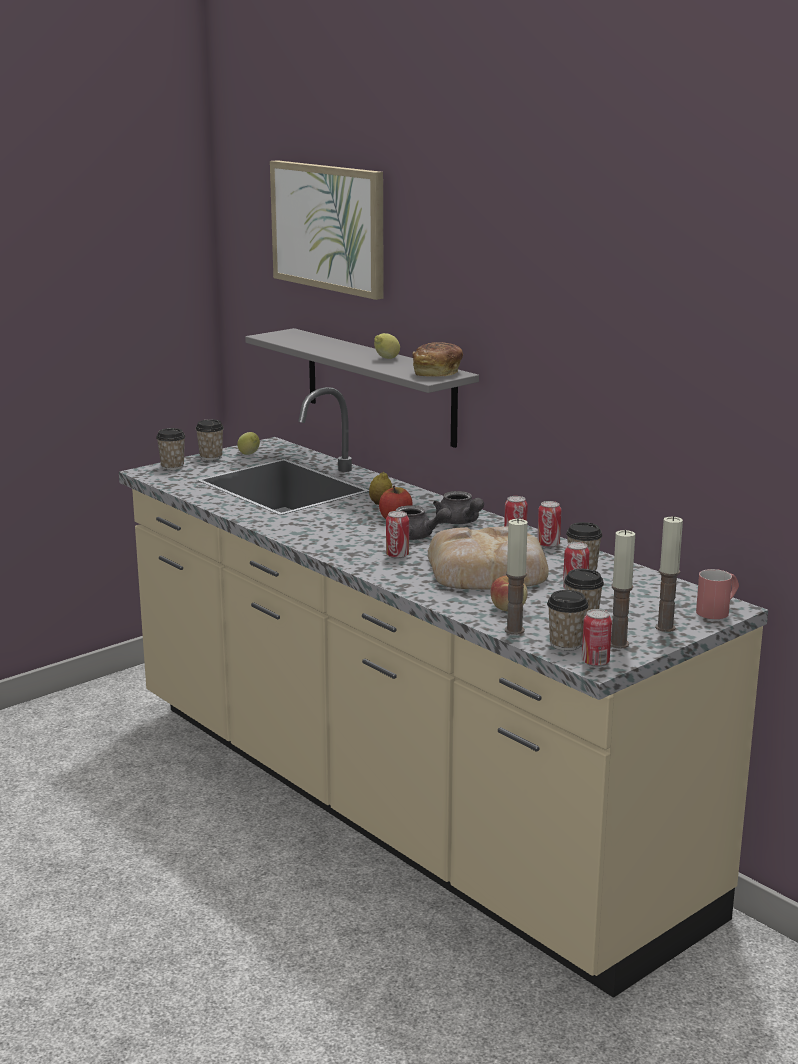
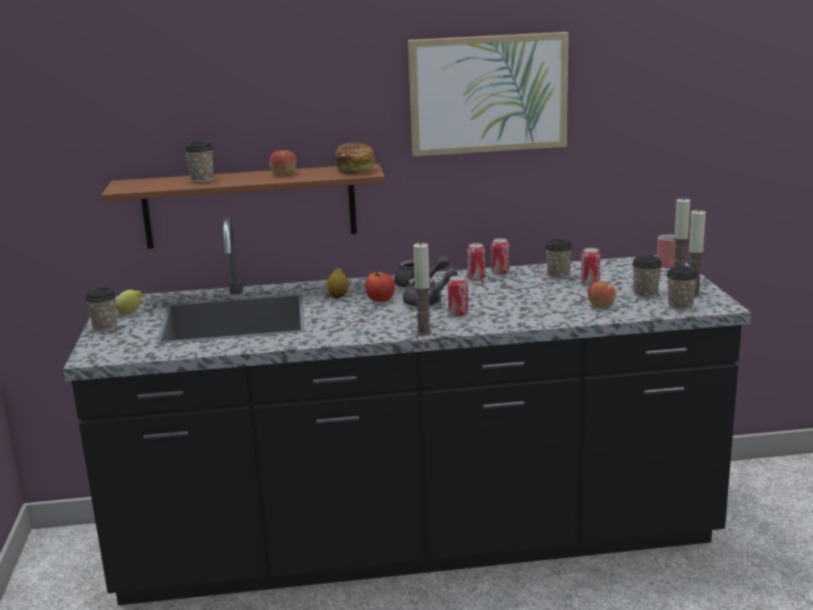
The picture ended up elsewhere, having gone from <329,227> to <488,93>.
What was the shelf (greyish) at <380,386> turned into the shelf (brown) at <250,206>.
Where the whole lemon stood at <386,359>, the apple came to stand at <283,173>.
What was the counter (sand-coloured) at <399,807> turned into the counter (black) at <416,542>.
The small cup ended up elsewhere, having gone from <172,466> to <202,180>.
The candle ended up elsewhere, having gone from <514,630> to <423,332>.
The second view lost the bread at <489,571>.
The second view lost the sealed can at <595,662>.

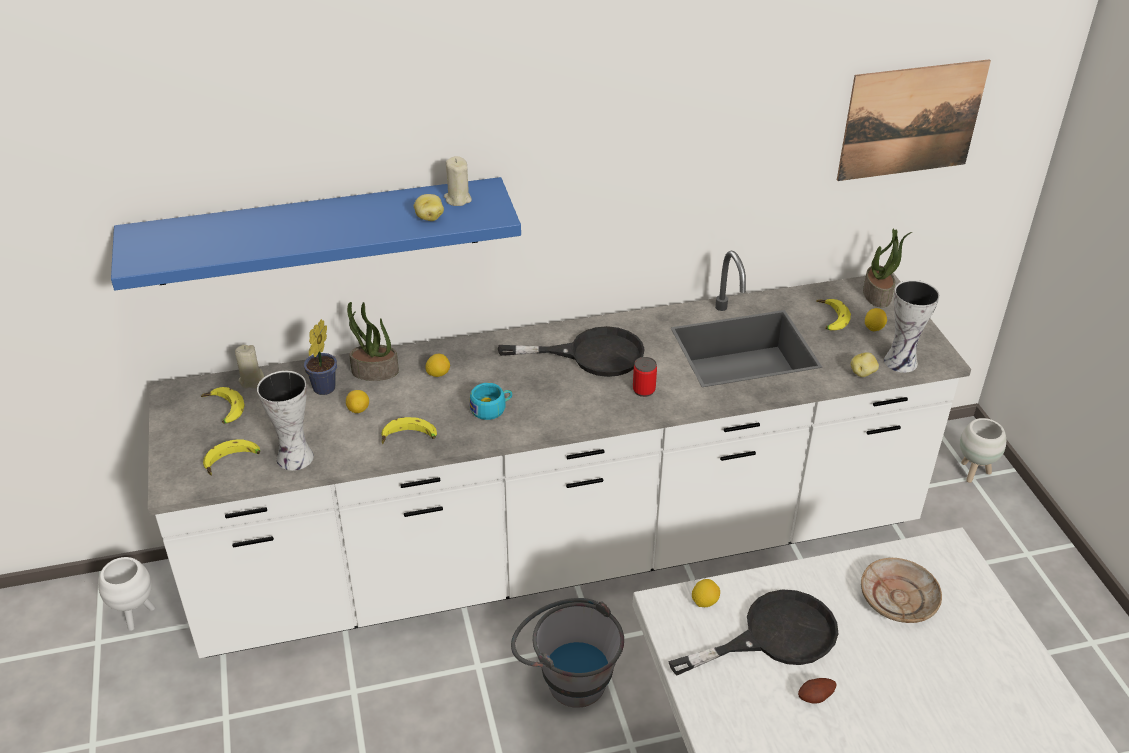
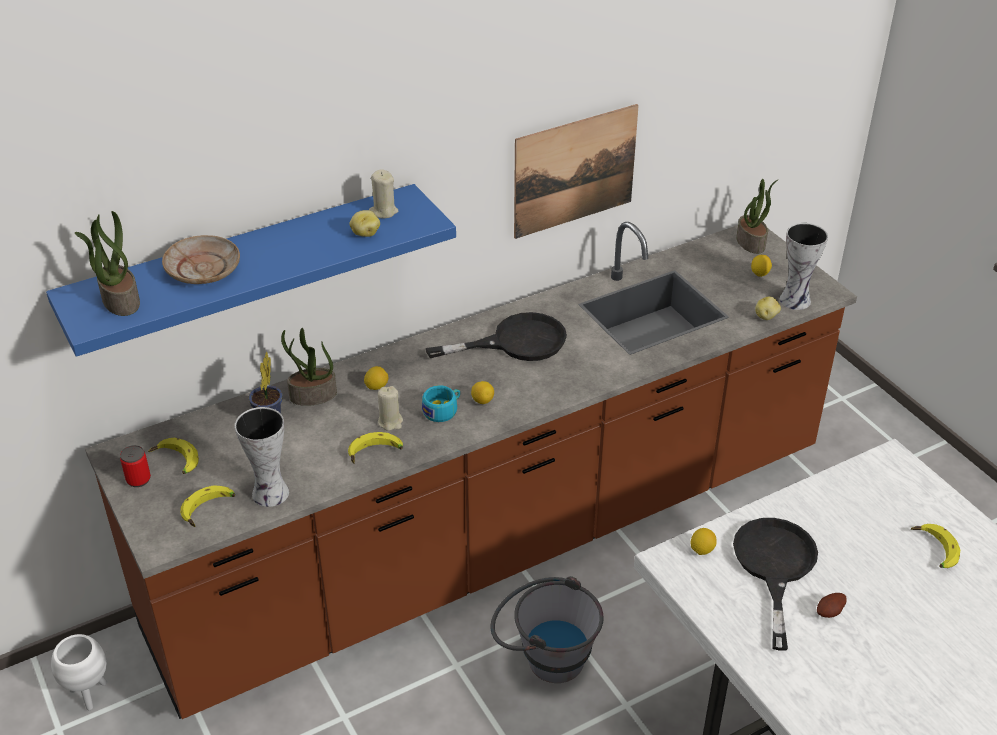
The picture ended up elsewhere, having gone from <911,120> to <575,171>.
What was the counter (white-coloured) at <563,552> turned into the counter (brown) at <498,541>.
The banana ended up elsewhere, having gone from <829,319> to <933,550>.
The candle (sand-coloured) ended up elsewhere, having gone from <251,380> to <390,422>.
The sealed can ended up elsewhere, having gone from <643,390> to <138,479>.
The whole lemon ended up elsewhere, having gone from <358,410> to <482,401>.
The second view lost the flower pot (white-coloured) at <973,472>.
The dinner plate (sand-coloured) ended up elsewhere, having gone from <898,598> to <203,269>.
The skillet (black) at <774,636> ended up facing another way, 45 degrees counterclockwise from before.
The second view gained the plant in a pot at <120,301>.

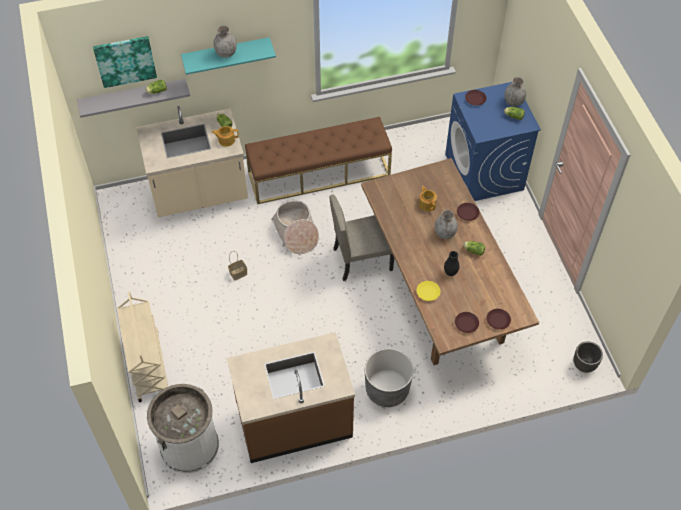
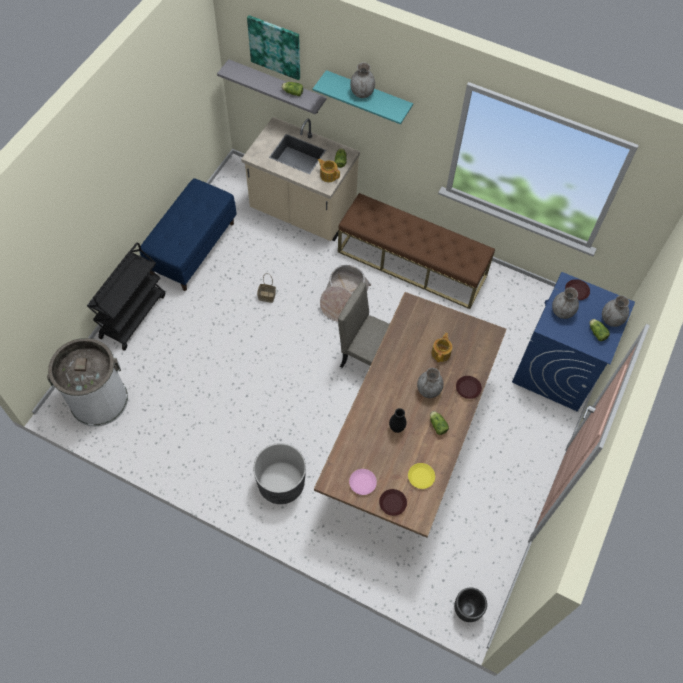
The dinner plate (yellow) ended up elsewhere, having gone from <428,292> to <421,477>.
What was the trolley (sand-coloured) at <148,365> turned into the trolley (black) at <133,315>.
What was the dinner plate (brown) at <466,324> turned into the dinner plate (pink) at <362,483>.
The second view lost the counter (brown) at <294,420>.
The second view gained the bench (blue) at <193,248>.
The second view gained the vase (greyish) at <562,312>.

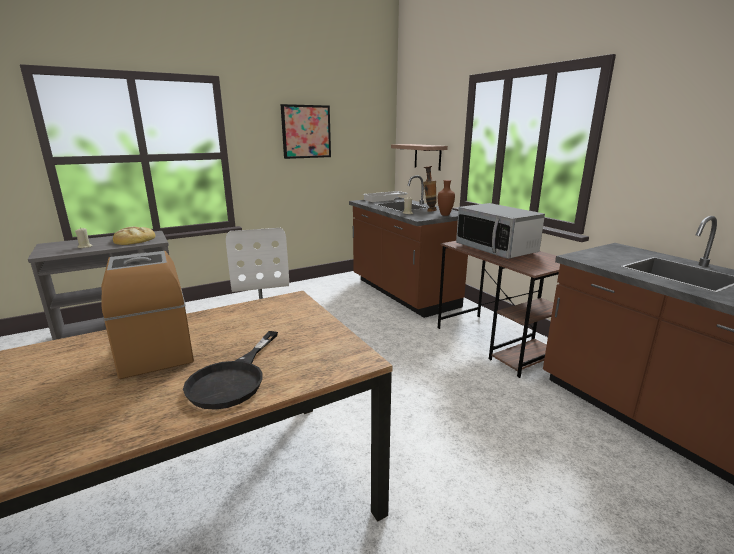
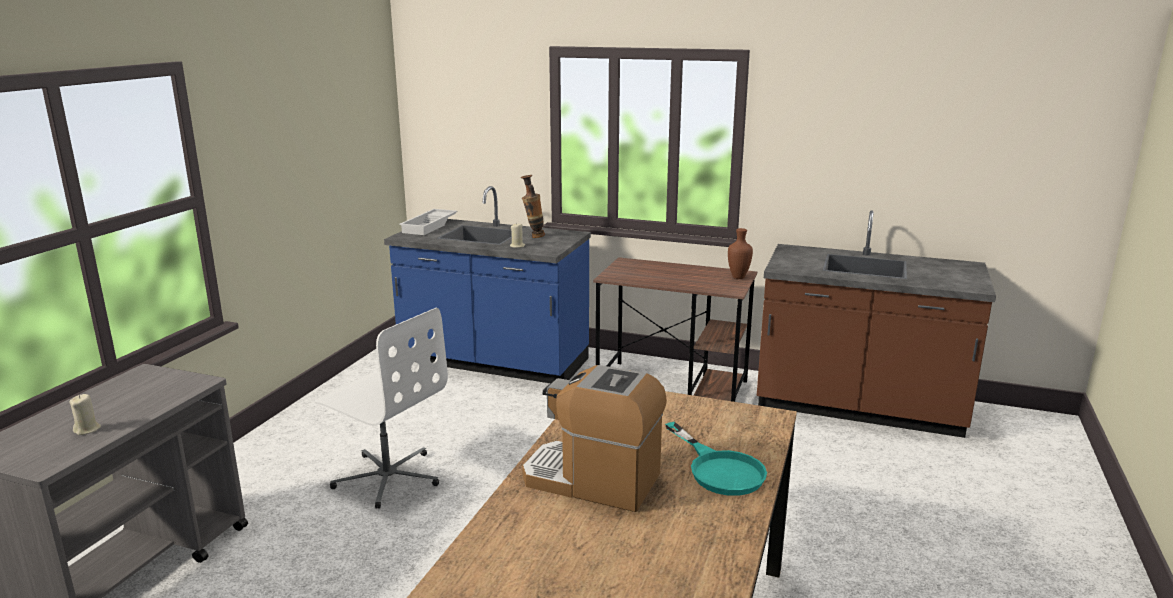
The second view lost the picture at <306,131>.
The second view lost the shelf at <427,157>.
What was the counter (brown) at <402,293> turned into the counter (blue) at <494,362>.
The vase (brown) ended up elsewhere, having gone from <444,215> to <737,277>.
The second view lost the microwave oven at <496,249>.
The second view lost the bread at <134,239>.
What was the skillet (black) at <233,379> turned into the skillet (turquoise) at <719,469>.

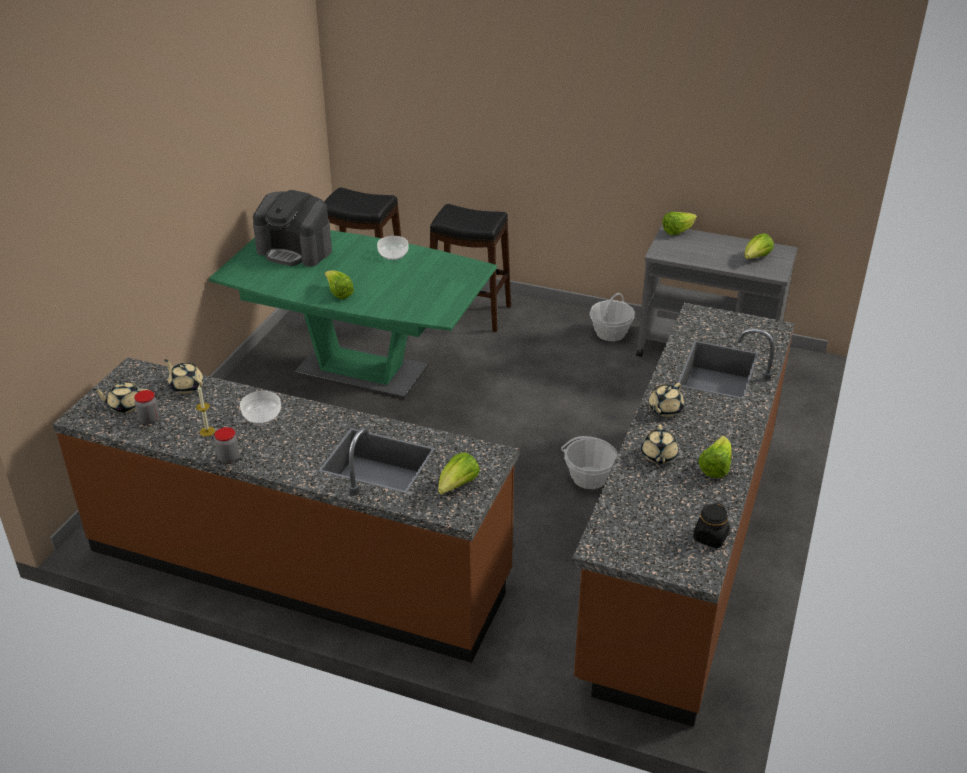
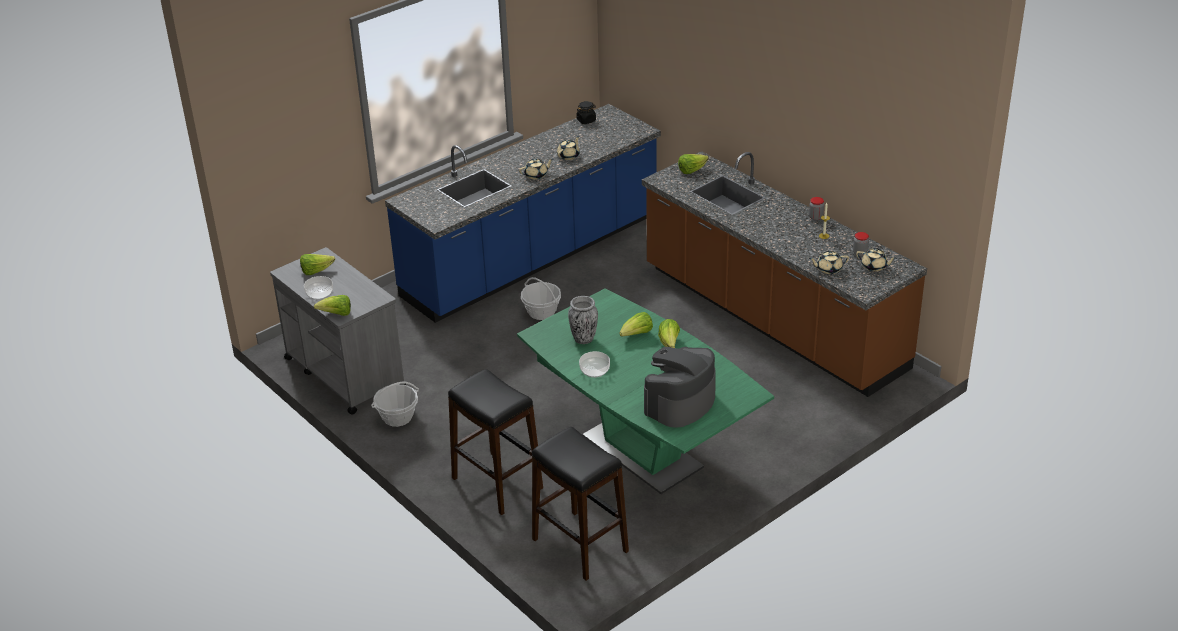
The coffee maker at <295,251> ended up facing another way, 105 degrees counterclockwise from before.
What was the counter (brown) at <680,551> turned into the counter (blue) at <532,258>.
The tea pot (sand-coloured) at <186,386> ended up facing another way, 105 degrees clockwise from before.
The deep dish ended up elsewhere, having gone from <262,415> to <319,294>.
The lettuce ended up elsewhere, having gone from <715,467> to <637,334>.
The second view gained the vase at <583,339>.

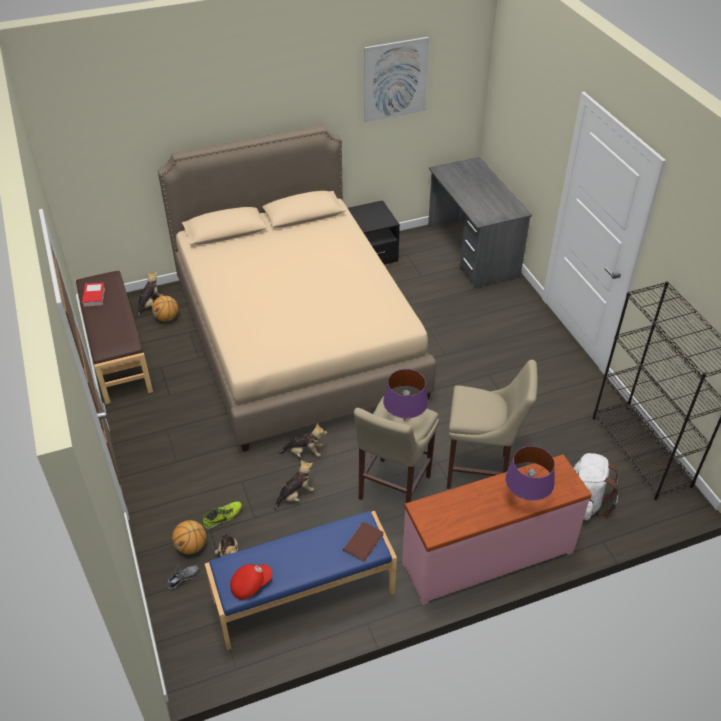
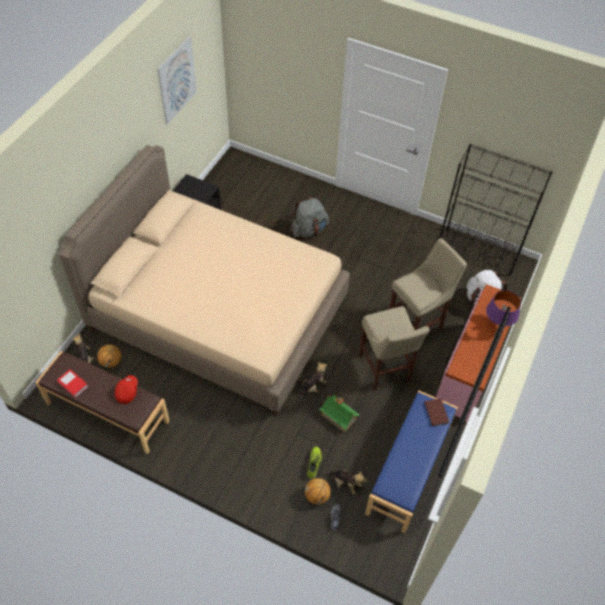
The second view lost the desk (greyish) at <472,251>.
The second view lost the tabletop lamp (purple-coloured) at <404,421>.
Where the plush toy stood at <295,495>, the model house came to stand at <338,416>.
The cap (red) ended up elsewhere, having gone from <250,584> to <127,392>.
The second view gained the rucksack (greyish) at <309,230>.

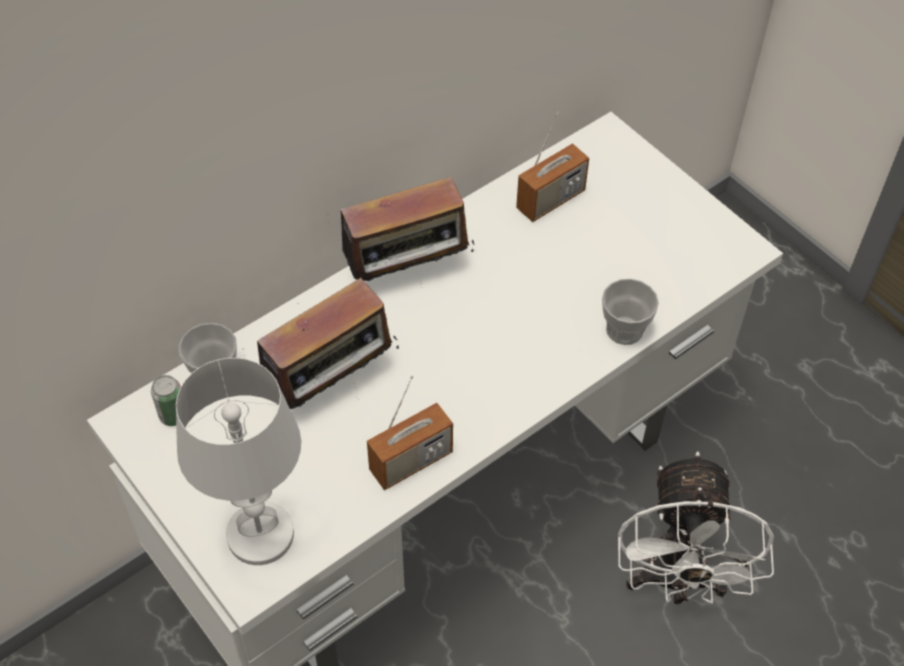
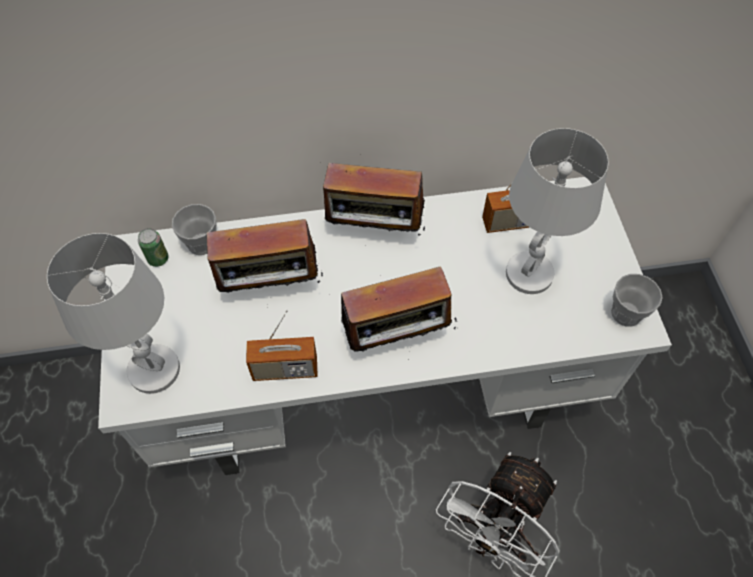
The small cup ended up elsewhere, having gone from <624,330> to <626,313>.
The second view gained the tabletop lamp (white-coloured) at <529,274>.
The second view gained the radio set at <397,337>.

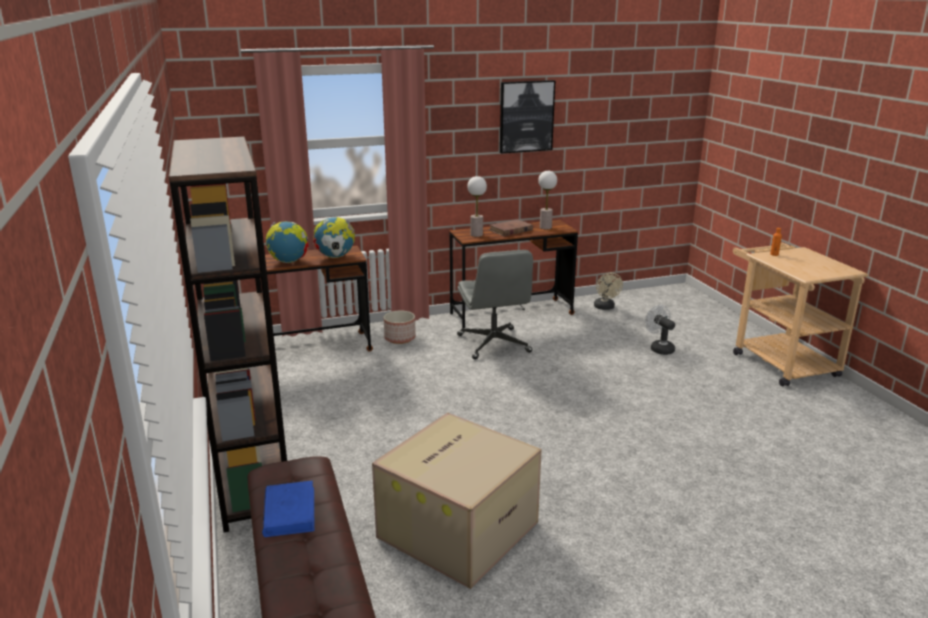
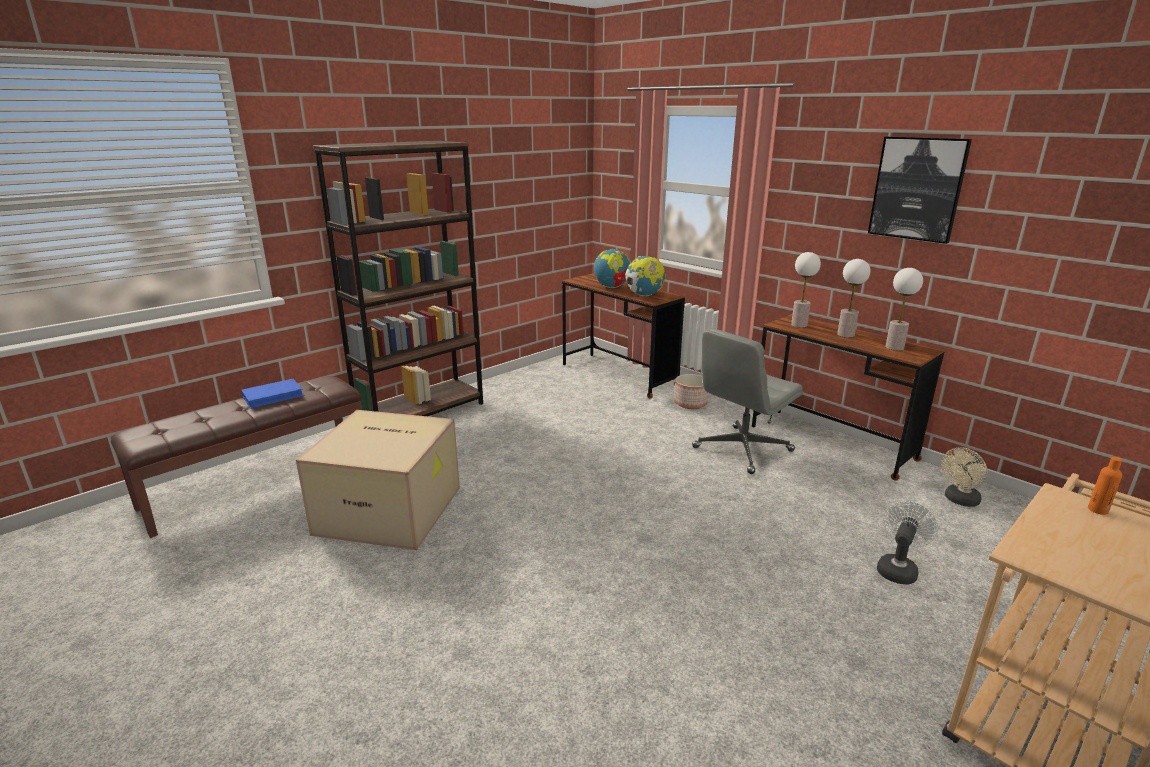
Where the book (brown) stood at <510,230>, the tabletop lamp came to stand at <846,335>.

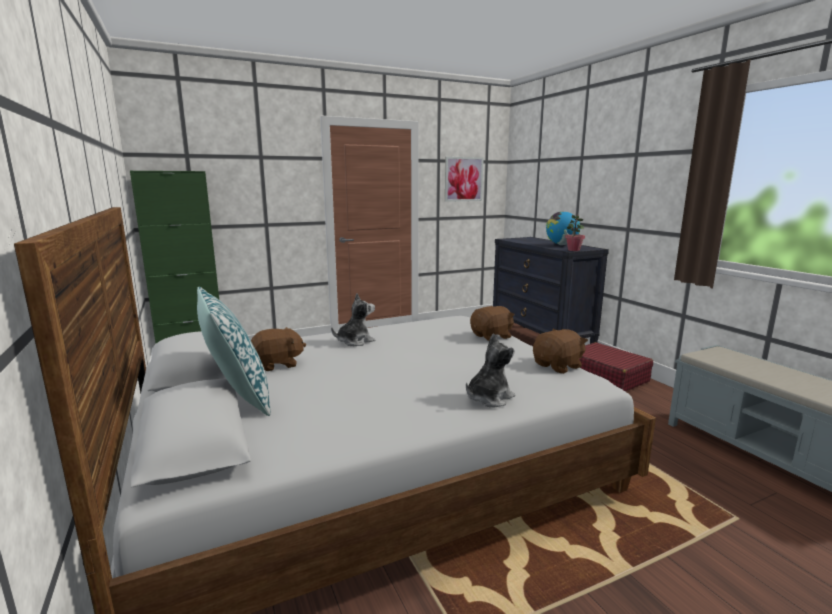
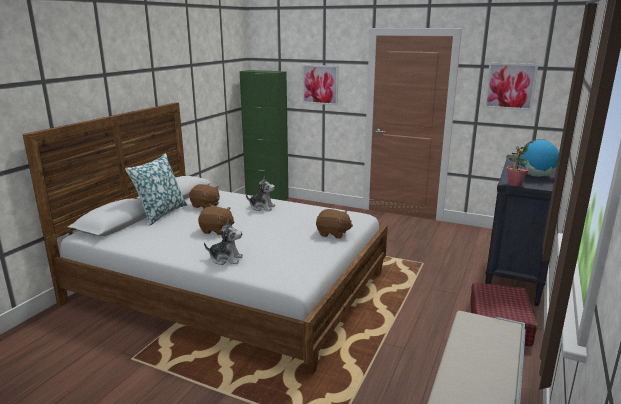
The plush toy (brown) ended up elsewhere, having gone from <558,366> to <216,230>.
The second view gained the picture at <320,84>.

